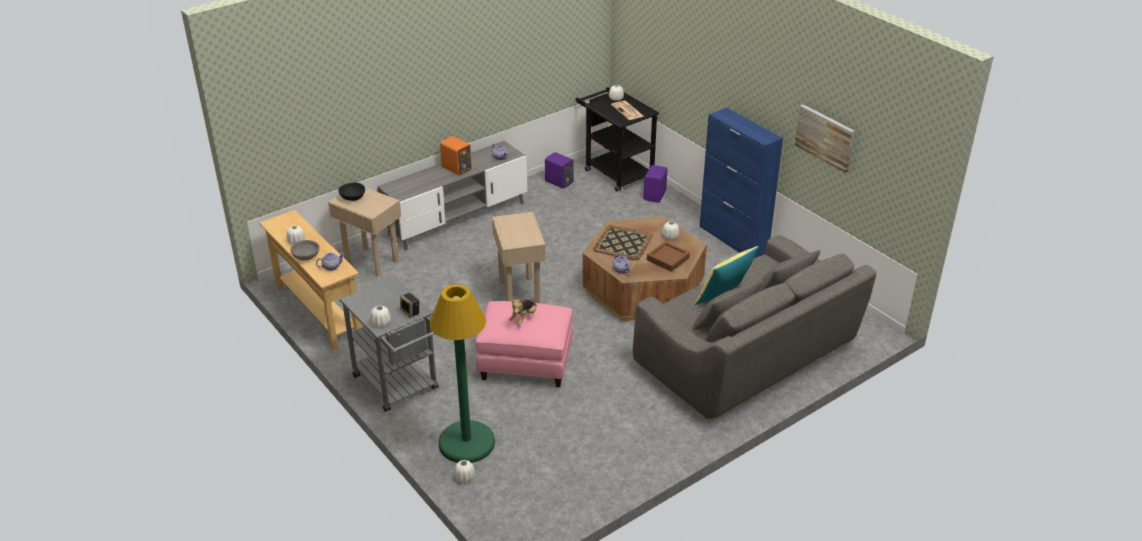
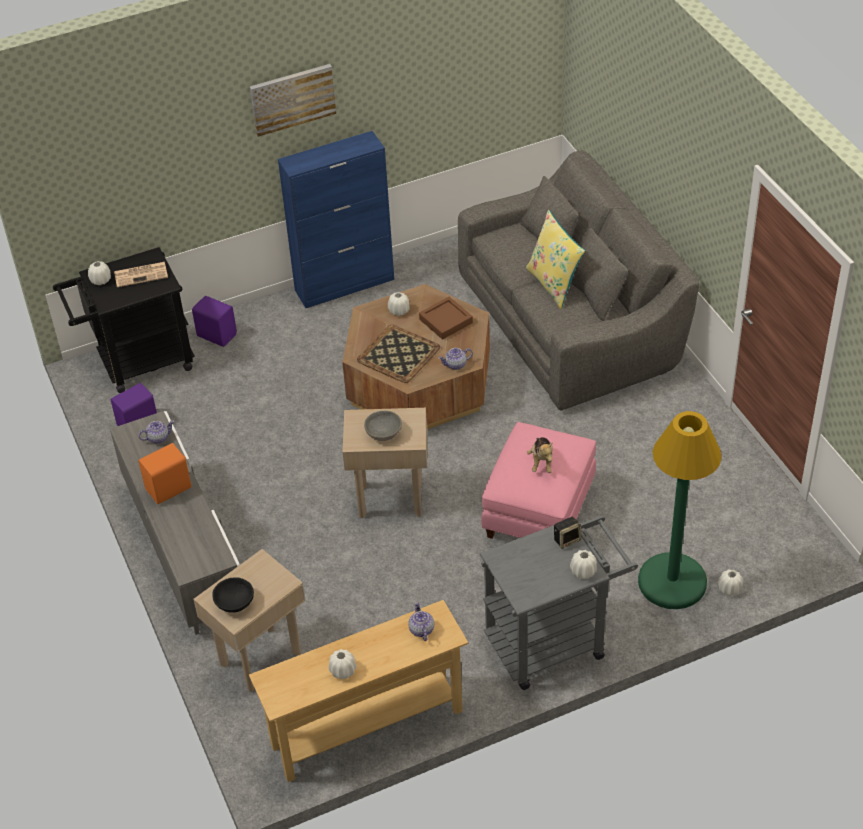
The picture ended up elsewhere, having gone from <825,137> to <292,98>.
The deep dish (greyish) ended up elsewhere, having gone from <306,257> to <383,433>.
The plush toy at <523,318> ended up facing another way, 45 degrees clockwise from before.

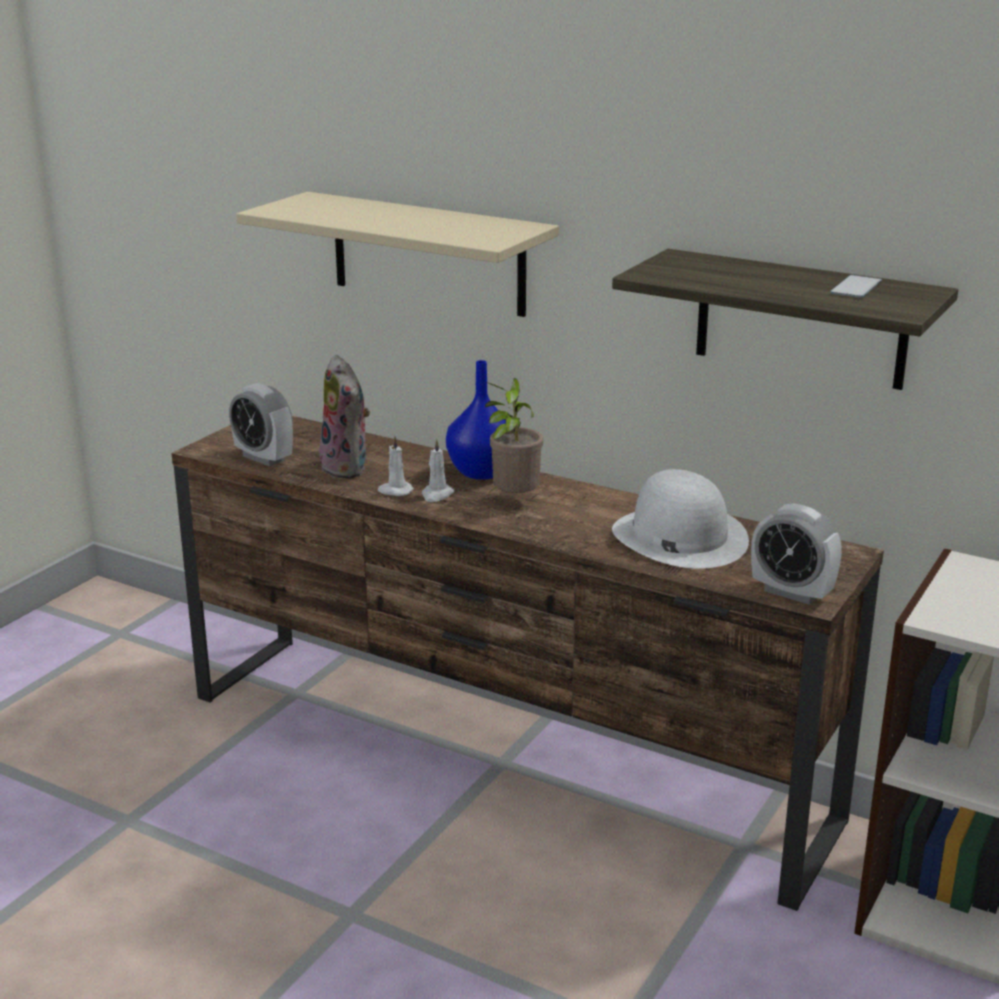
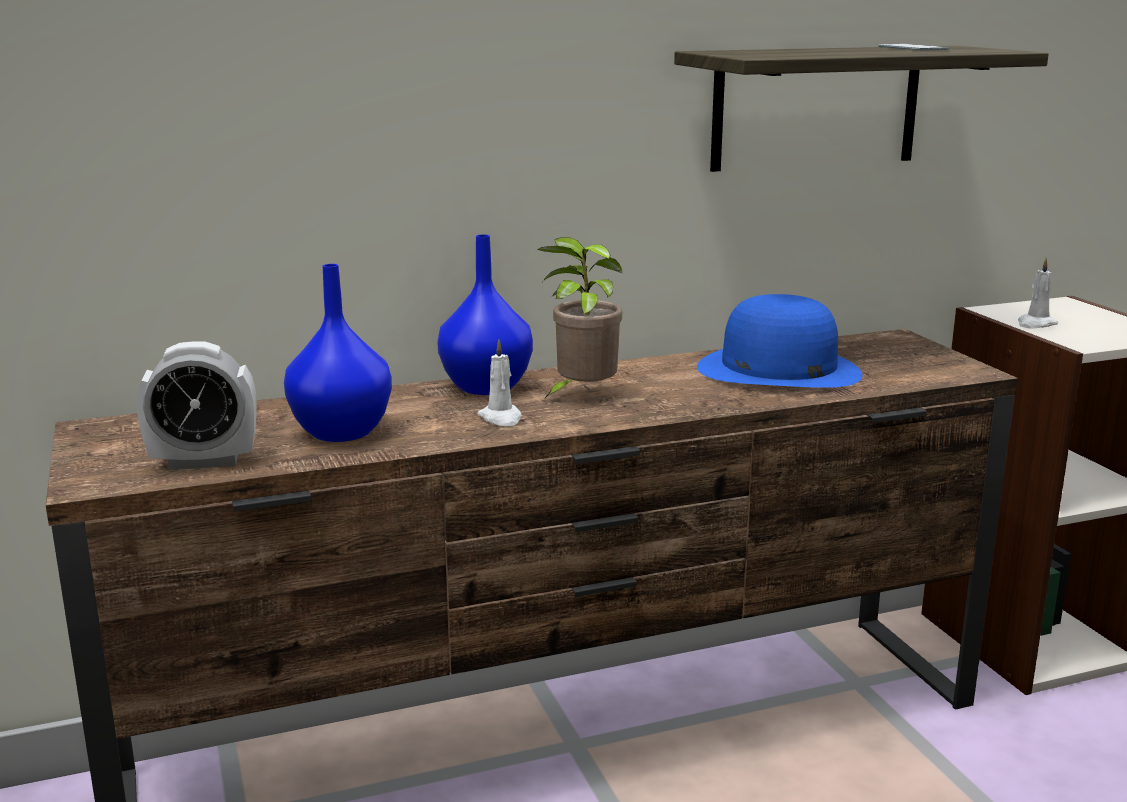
The second view lost the shelf (sand-coloured) at <428,254>.
Where the plush toy stood at <348,468>, the vase (blue) came to stand at <339,433>.
The candle (white-coloured) ended up elsewhere, having gone from <395,491> to <1035,324>.
What was the hat (white-coloured) at <678,537> turned into the hat (blue) at <778,370>.
The second view lost the bedside clock at <791,592>.

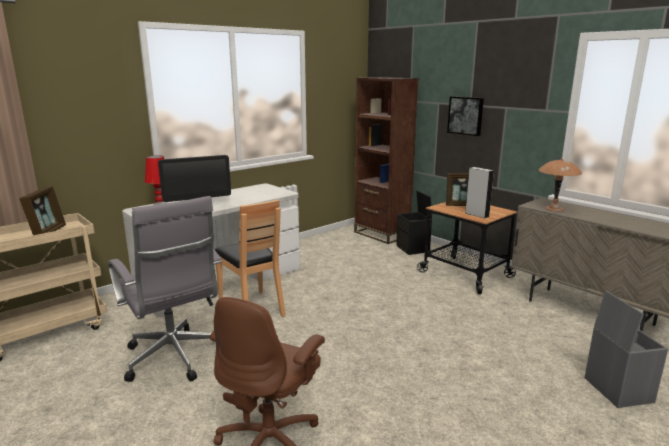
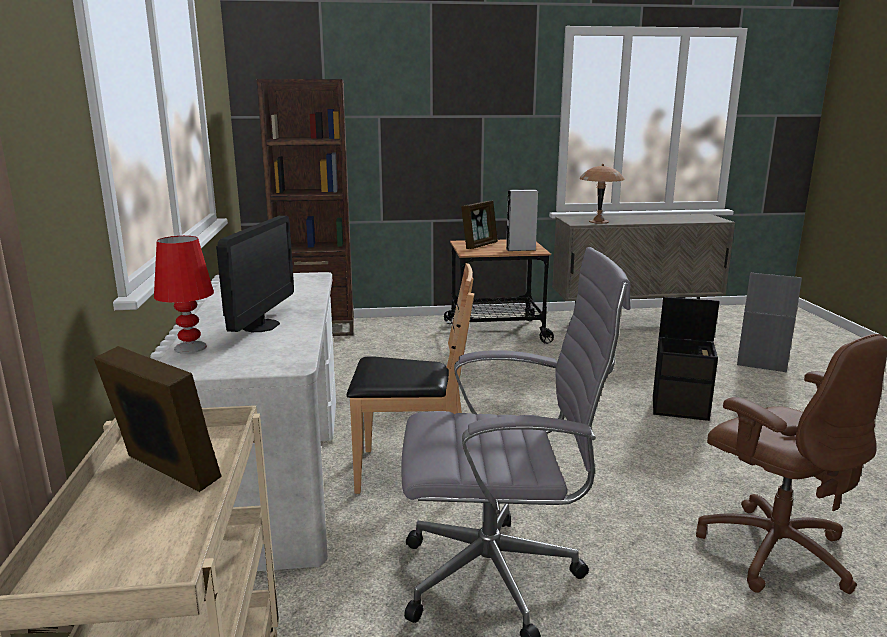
The second view lost the picture at <466,115>.
The storage container (black) ended up elsewhere, having gone from <413,249> to <681,407>.

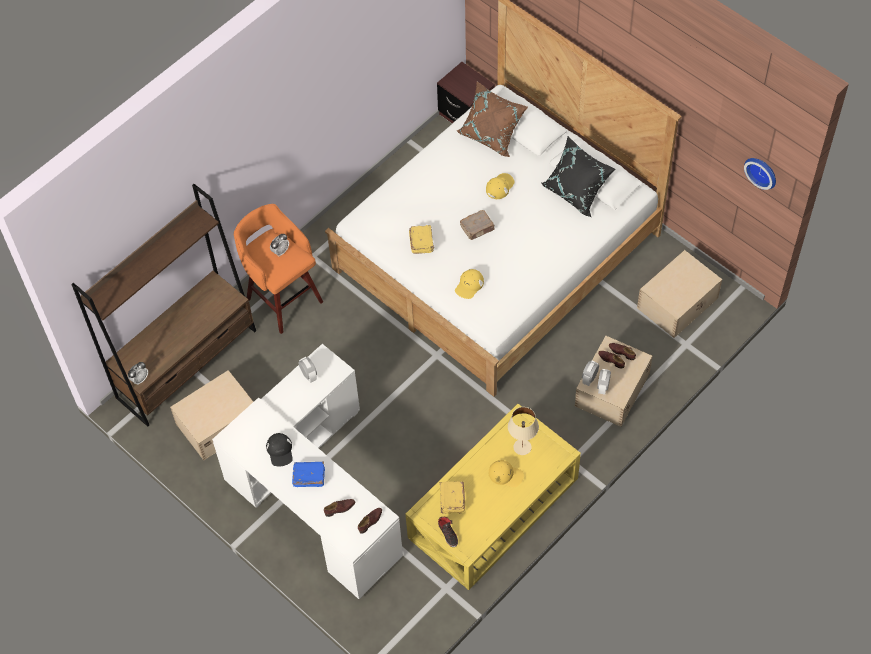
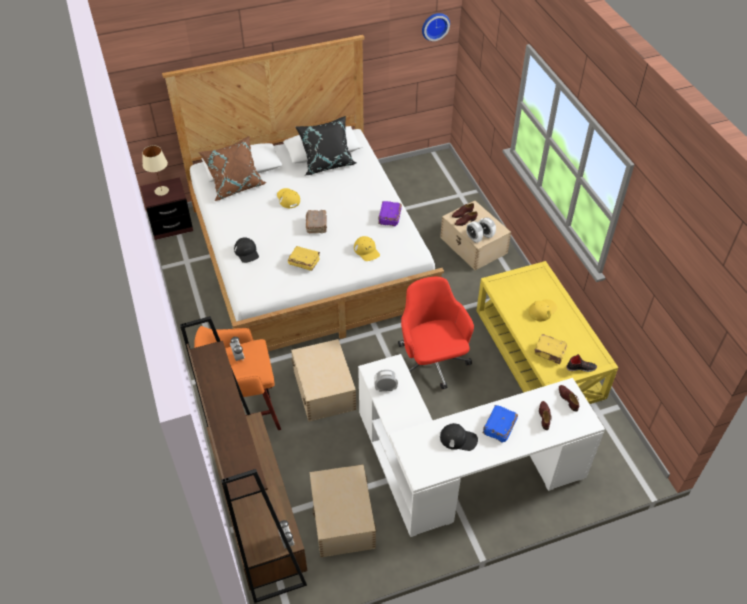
The storage container (sand-coloured) ended up elsewhere, having gone from <678,302> to <324,389>.
The tabletop lamp (sand-coloured) ended up elsewhere, having gone from <522,447> to <161,190>.
The second view gained the book (purple-coloured) at <389,217>.
The second view gained the cap (black) at <246,252>.
The second view gained the desk chair (red) at <431,364>.

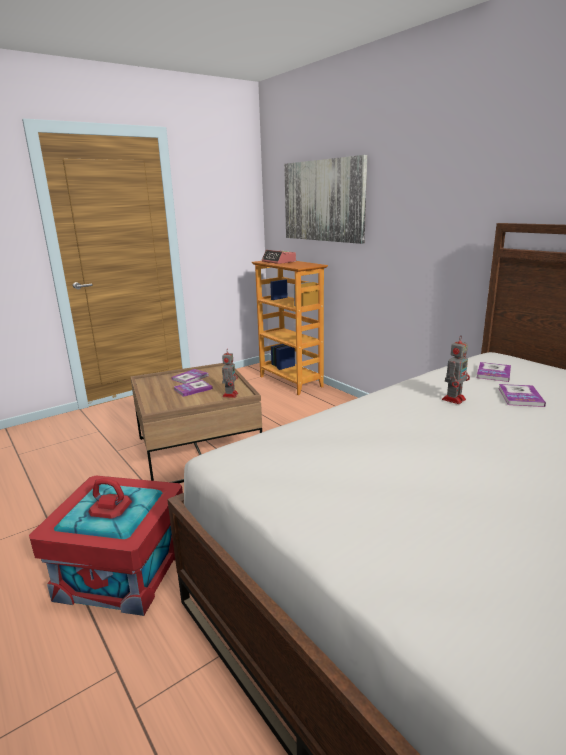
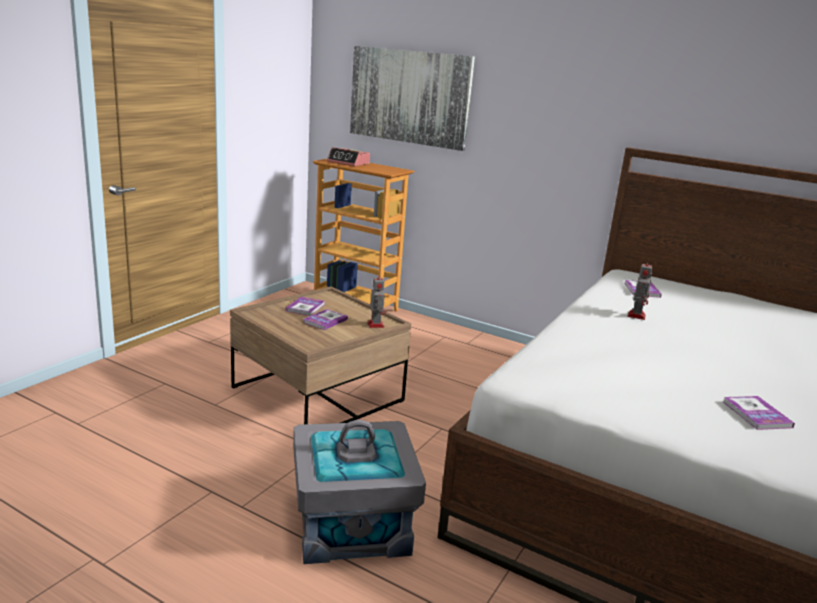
The book ended up elsewhere, having gone from <520,397> to <756,414>.
What was the storage container (red) at <123,571> turned into the storage container (greyish) at <352,523>.

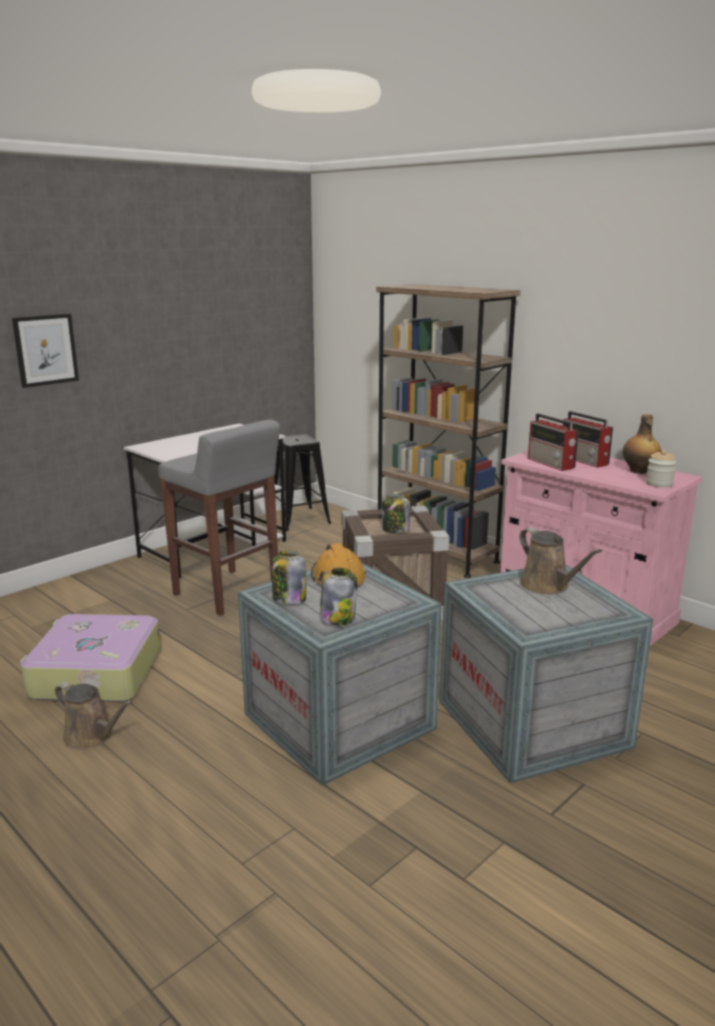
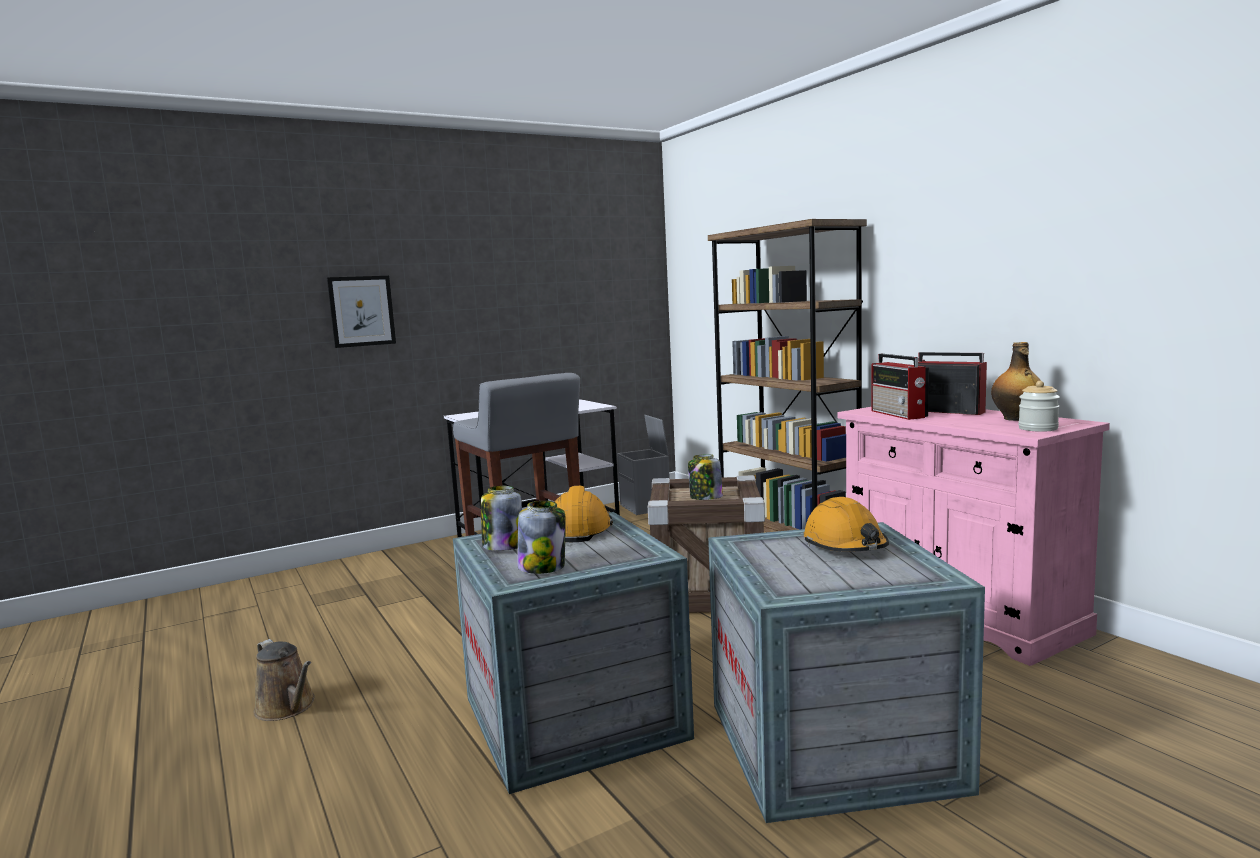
The radio set at <584,460> ended up facing another way, 150 degrees clockwise from before.
Where the stool seat (black) stood at <299,519>, the storage container (greyish) came to stand at <646,507>.
Where the watering can (brown) stood at <547,586>, the work helmet (orange-coloured) came to stand at <845,545>.
The second view lost the suitcase at <95,674>.

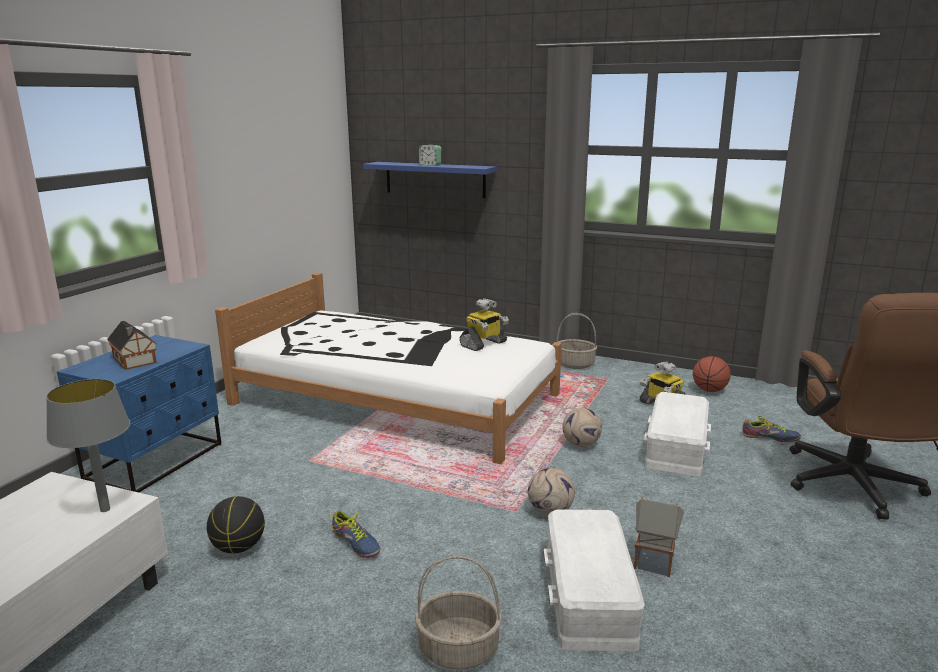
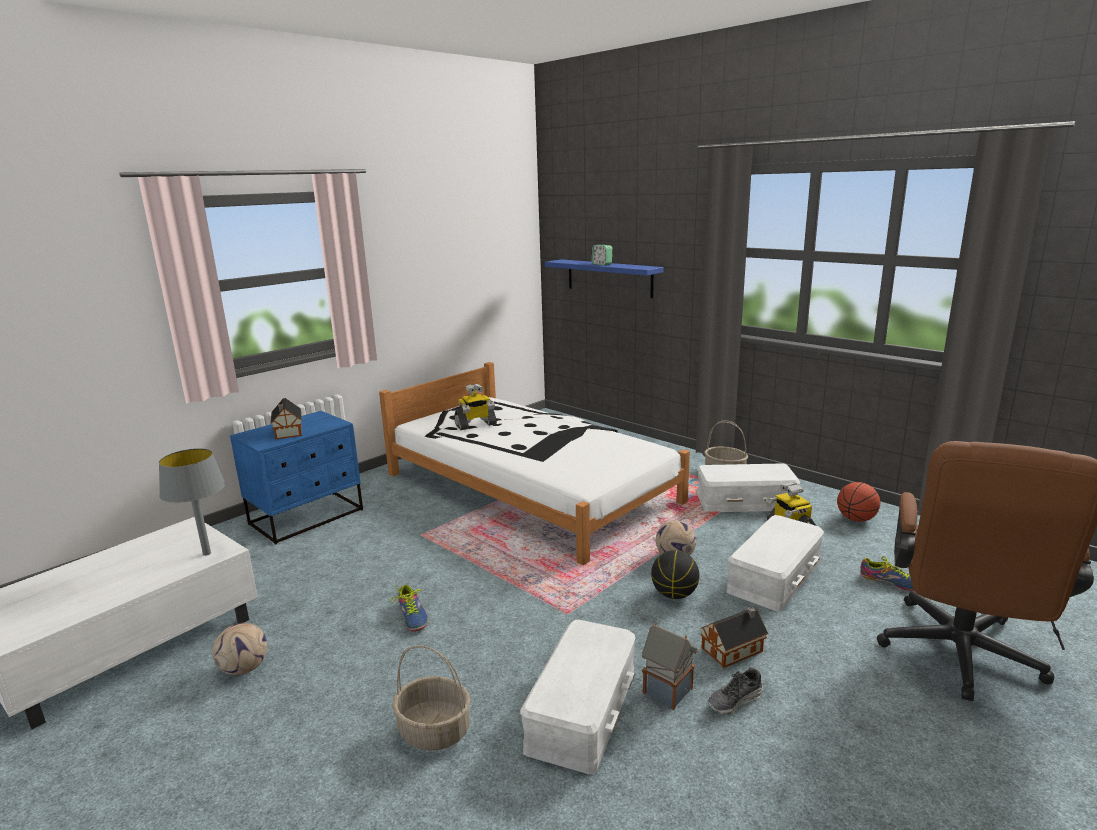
The robot figure ended up elsewhere, having gone from <483,344> to <475,425>.
The football ball ended up elsewhere, having gone from <551,511> to <245,669>.
The basketball ball ended up elsewhere, having gone from <239,547> to <674,594>.
The second view gained the storage container (white-coloured) at <745,500>.
The second view gained the model house at <734,649>.
The second view gained the low shoe at <735,700>.

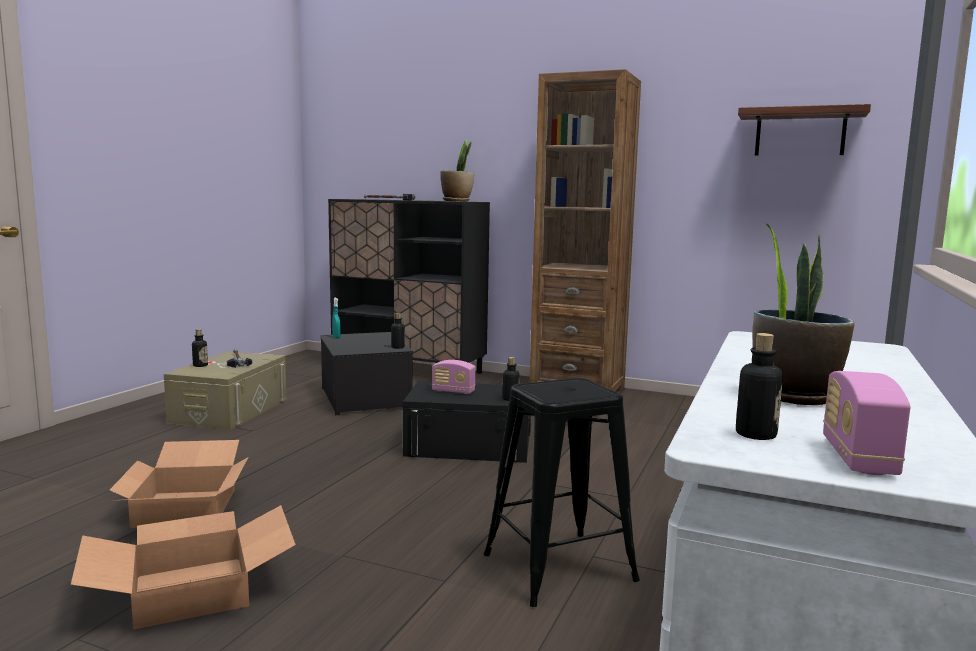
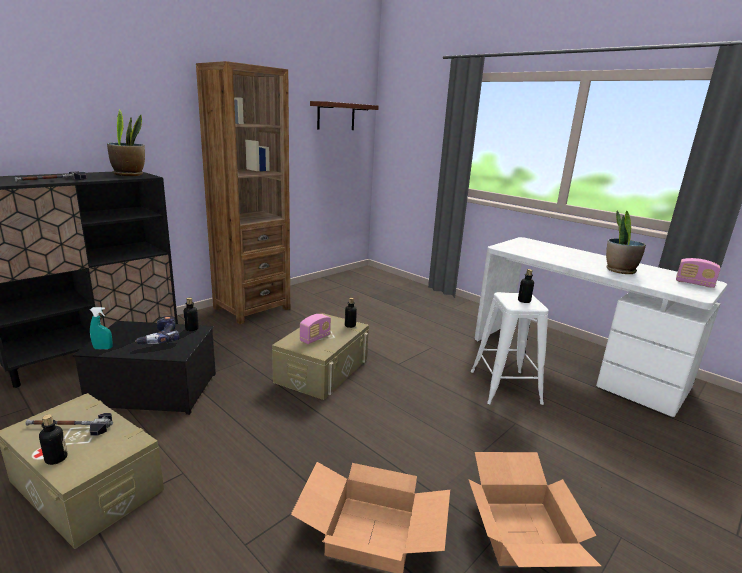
The beverage bottle ended up elsewhere, having gone from <755,434> to <524,301>.
What was the stool seat (black) at <559,567> turned into the stool seat (white-coloured) at <505,387>.
What was the storage container (black) at <469,445> turned into the storage container (sand-coloured) at <322,370>.
The second view gained the electric drill at <159,338>.

